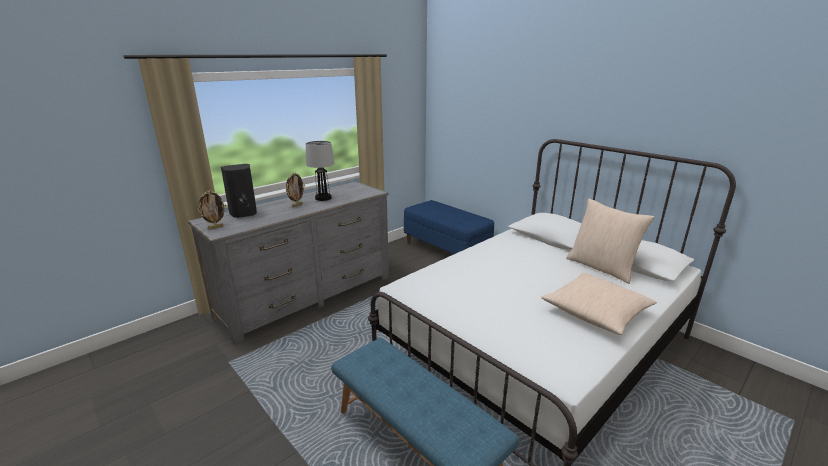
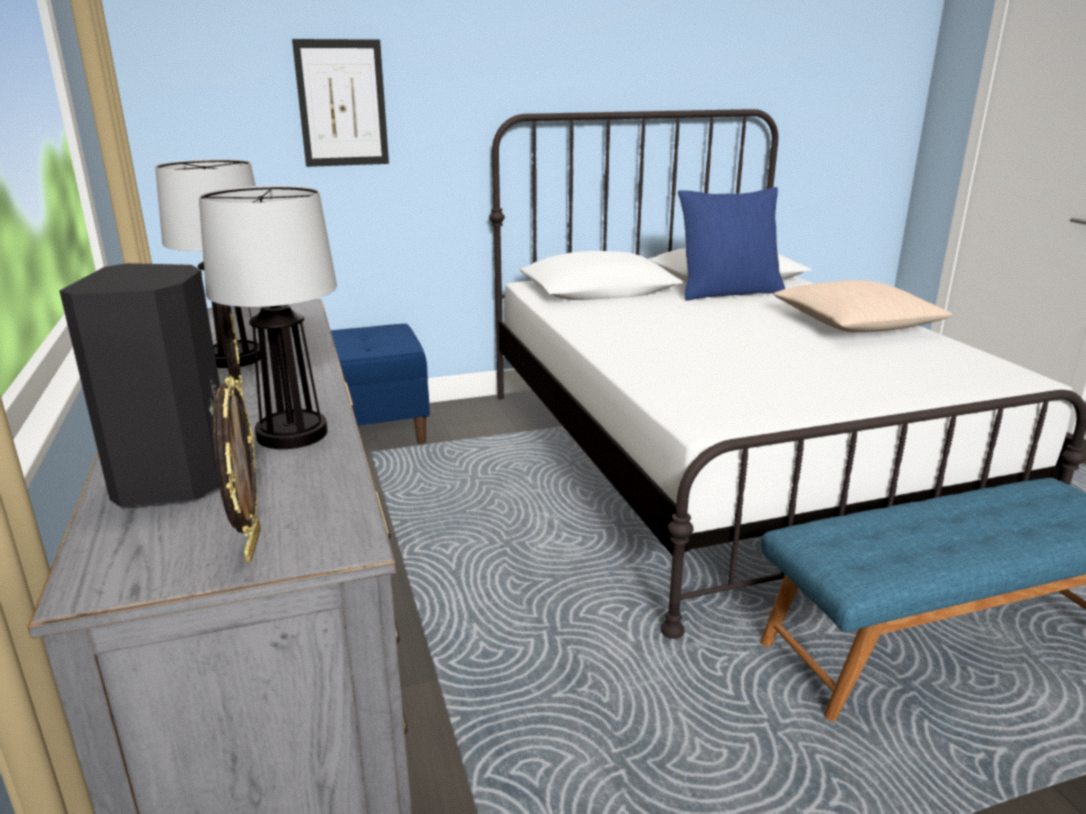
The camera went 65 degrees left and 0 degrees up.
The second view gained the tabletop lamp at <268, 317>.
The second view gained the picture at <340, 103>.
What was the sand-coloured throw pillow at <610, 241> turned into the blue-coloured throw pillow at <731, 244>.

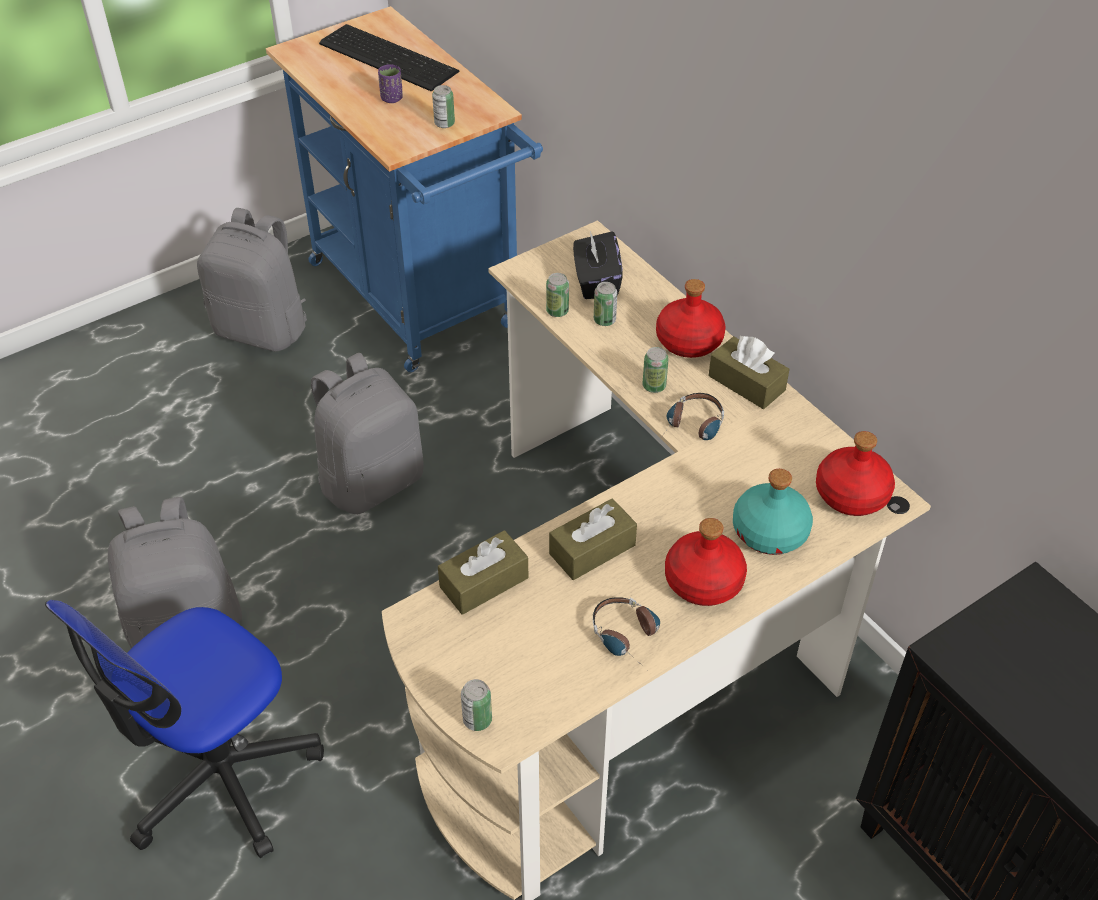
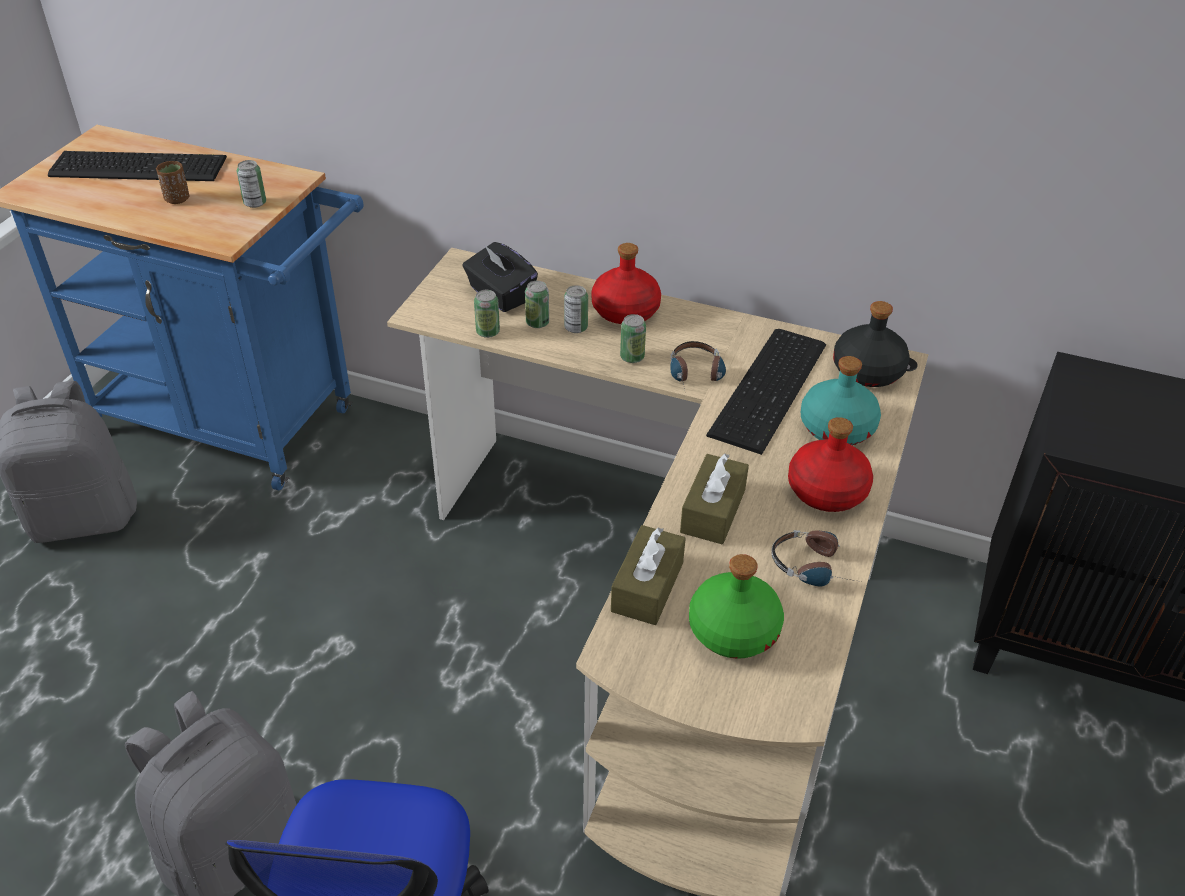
The camera went 35 degrees left and 5 degrees down.
The second view lost the gray backpack at <367, 433>.
The second view lost the brown tissue holder at <749, 372>.
The second view gained the greenish bottle at <736, 606>.
The second view gained the PC keyboard at <766, 392>.
The can ended up elsewhere, having gone from <476, 705> to <576, 309>.
What was the purple drinking cup at <390, 83> turned into the brown drinking cup at <172, 182>.
What was the red bottle at <855, 473> turned into the black-coloured bottle at <871, 344>.

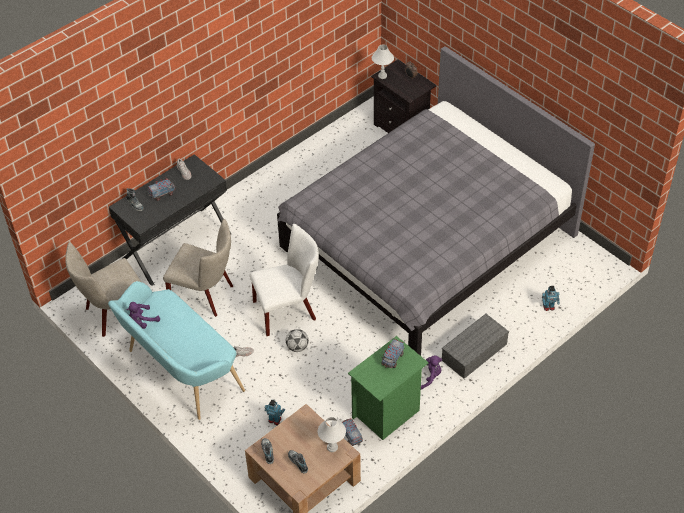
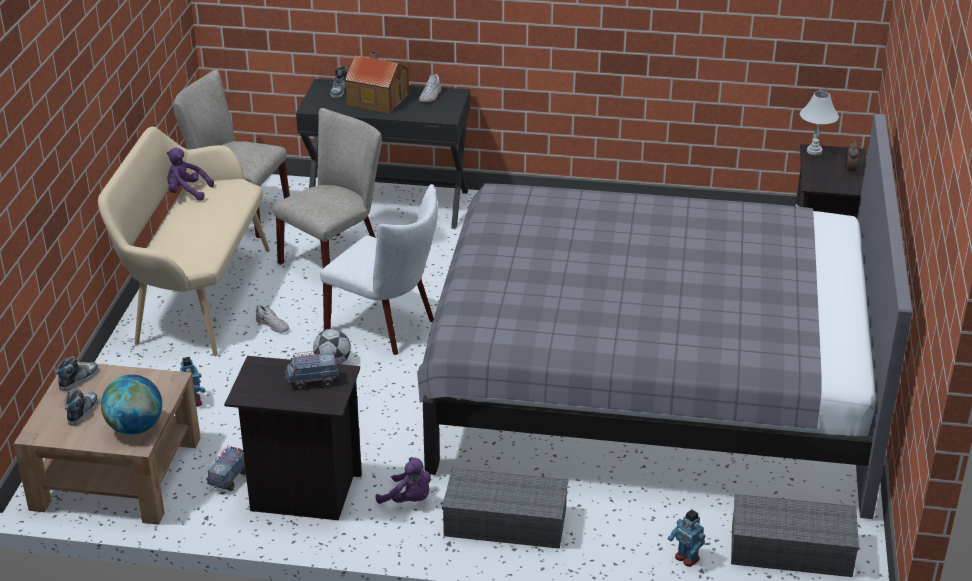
The camera went 50 degrees right and 15 degrees down.
The second view gained the gray storage container at <795, 535>.
Where the model truck stood at <162, 190>, the miniature house came to stand at <377, 82>.
Where the white-coloured tabletop lamp stood at <332, 434>, the world globe came to stand at <131, 405>.
What was the turquoise-coloured indoor bench at <176, 350> turned into the sand-coloured indoor bench at <184, 241>.
What was the greenish night table at <388, 388> turned into the black-coloured night table at <293, 438>.
The sand-coloured plain chair at <198, 268> ended up facing another way, 120 degrees counterclockwise from before.

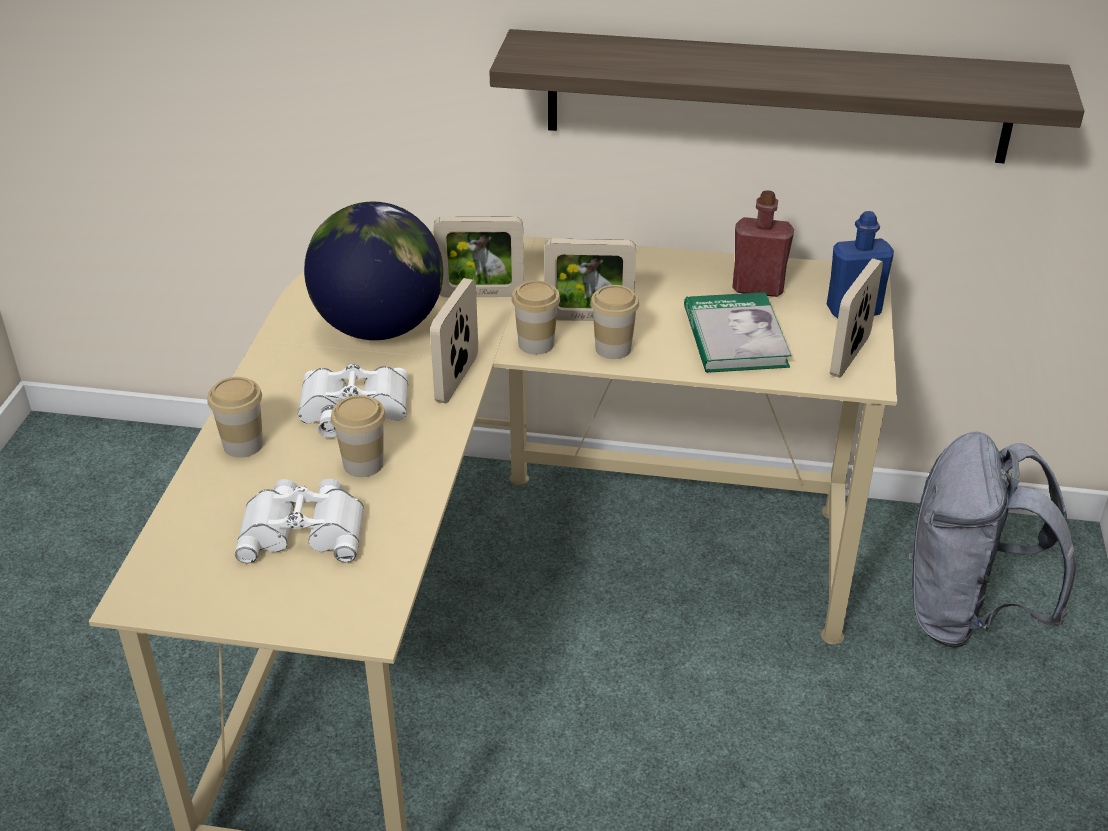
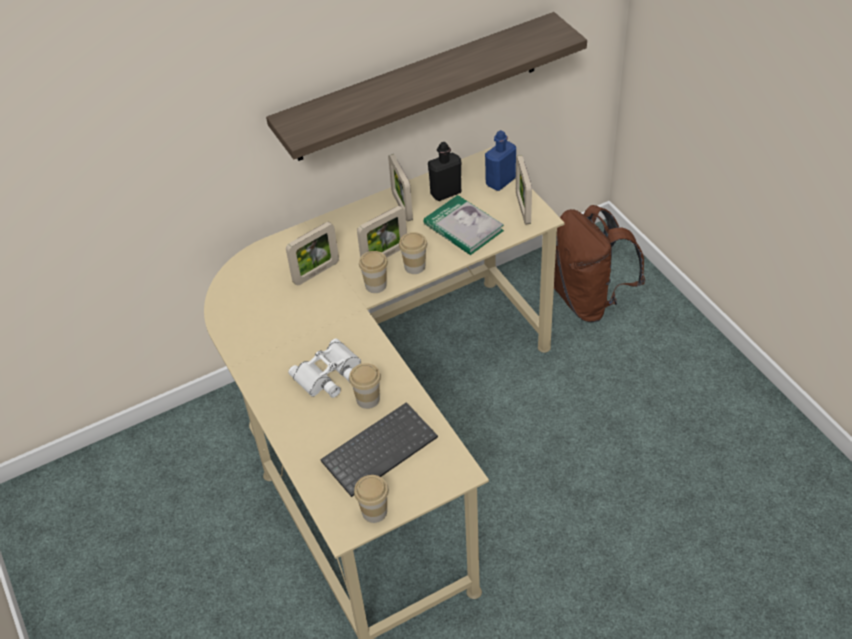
The camera went 35 degrees left and 10 degrees up.
The second view lost the world globe at <373, 271>.
The drinking cup ended up elsewhere, having gone from <235, 417> to <371, 499>.
The standing frame ended up elsewhere, having gone from <454, 340> to <400, 188>.
Where the white-coloured pair of binoculars stood at <299, 521>, the PC keyboard came to stand at <379, 449>.
What was the red bottle at <763, 243> turned into the black-coloured bottle at <444, 171>.
What was the gray backpack at <992, 540> turned into the brown backpack at <599, 263>.

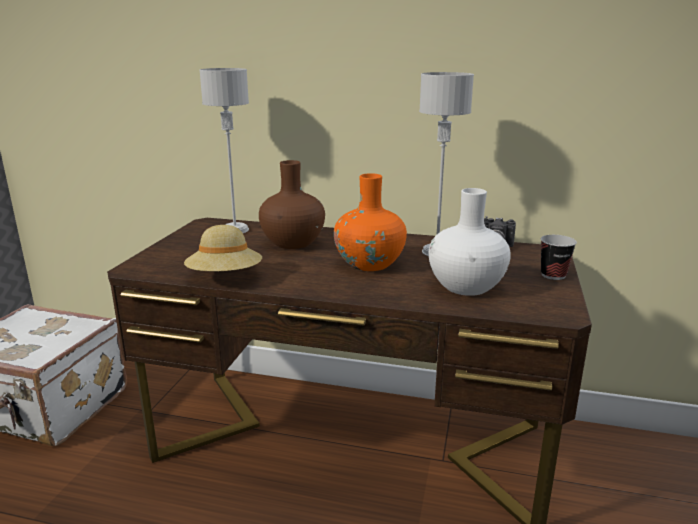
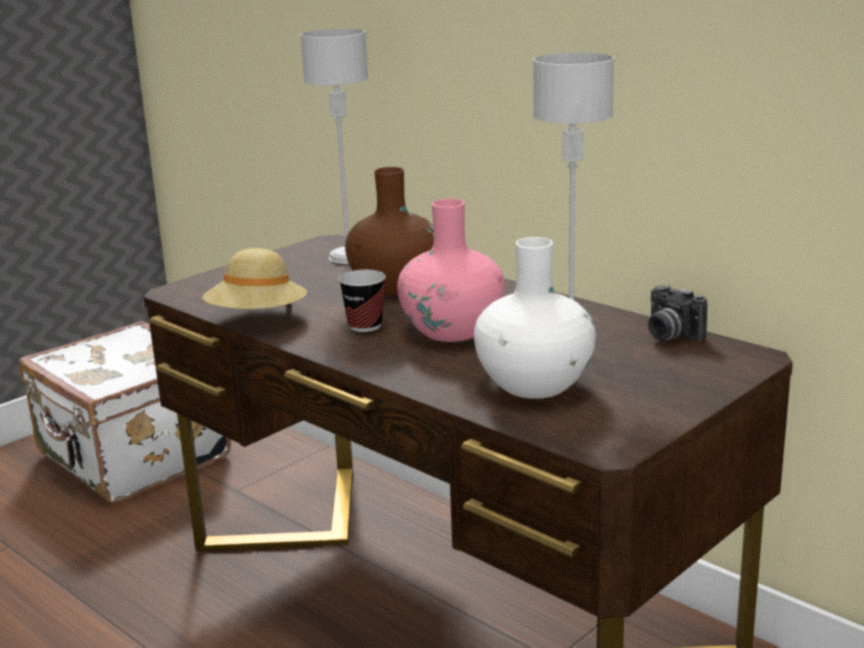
The camera went 30 degrees right and 0 degrees up.
The drinking cup ended up elsewhere, having gone from <559, 257> to <362, 301>.
What was the orange-coloured decorative vase at <370, 222> turned into the pinkish decorative vase at <451, 270>.

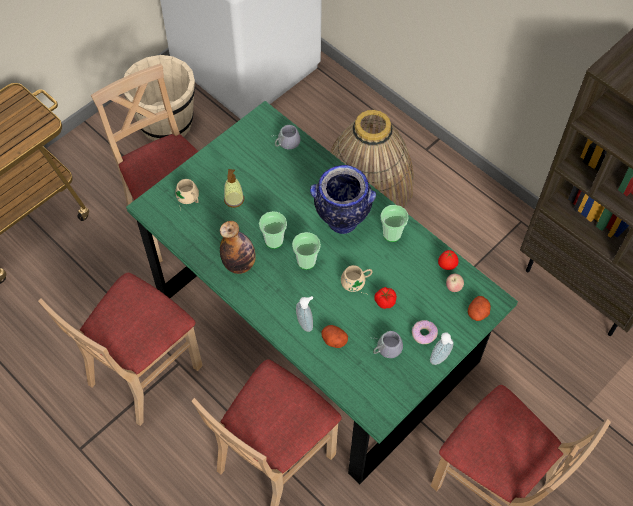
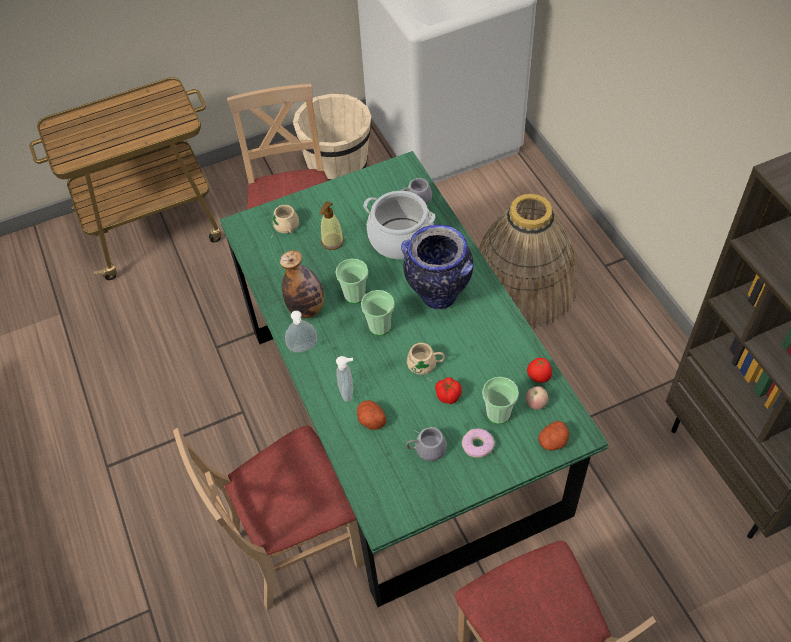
The camera went 25 degrees right and 5 degrees down.
The second view lost the sand-coloured plain chair at <120, 349>.
The second view gained the cooking pot at <399, 225>.
The drinking cup ended up elsewhere, having gone from <394, 223> to <500, 400>.
The soap bottle ended up elsewhere, having gone from <442, 348> to <301, 331>.

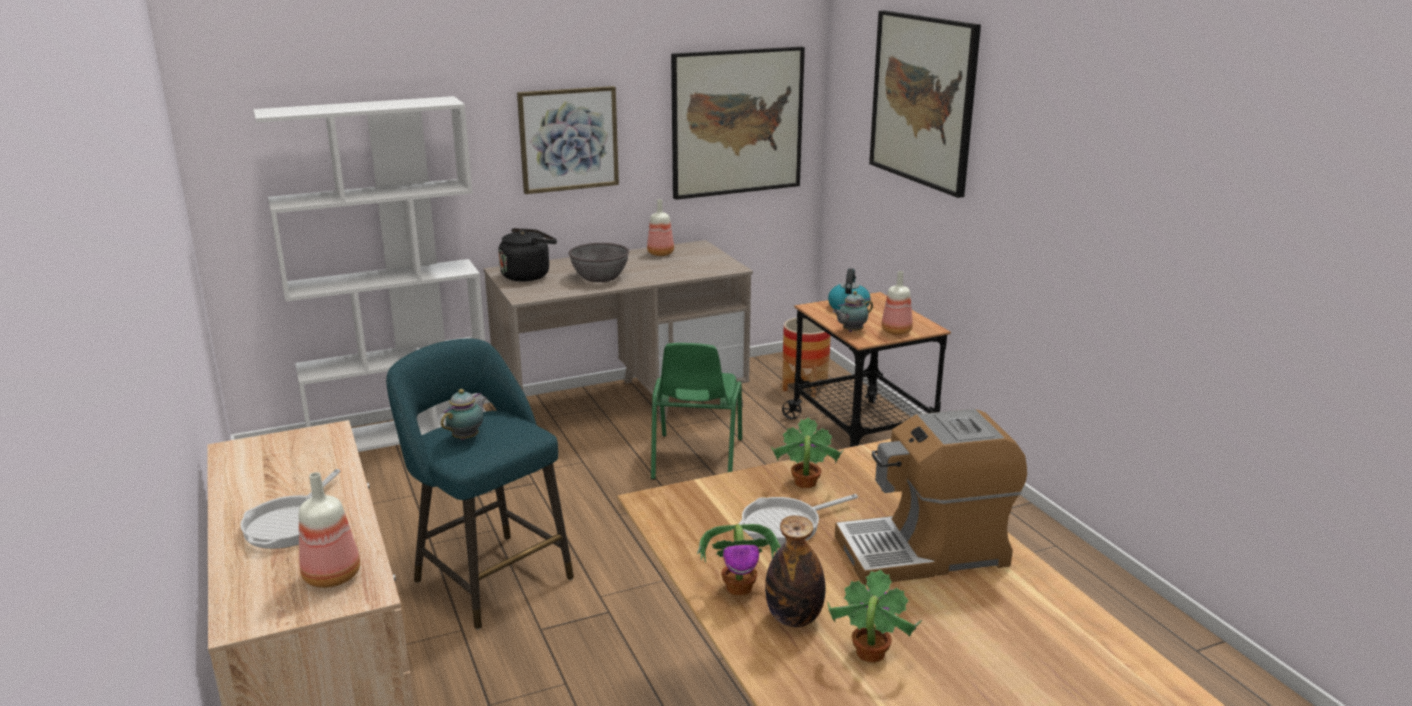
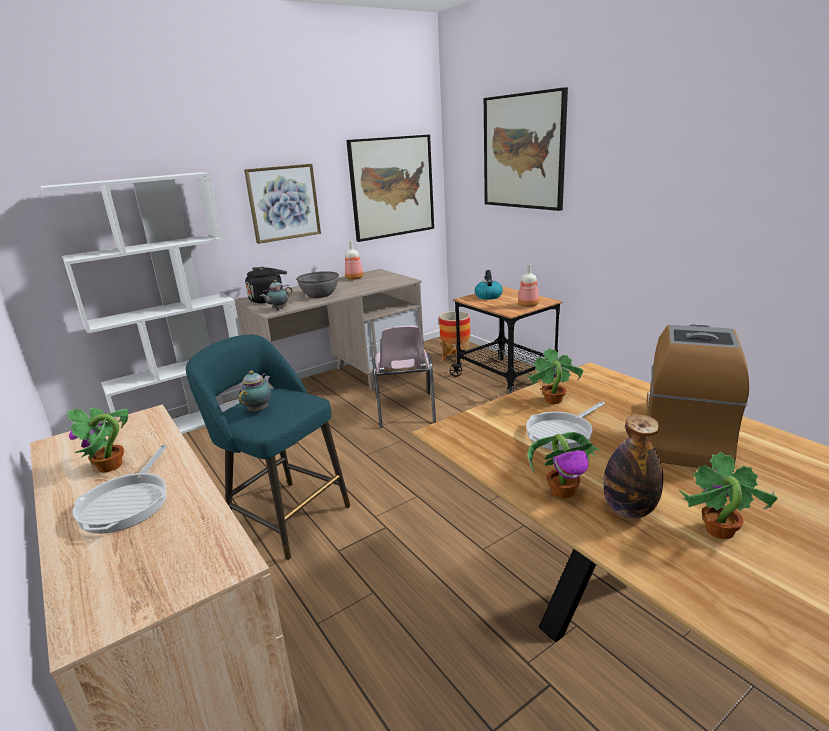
The camera went 10 degrees left and 0 degrees up.
The second view lost the bottle at <329, 530>.
The second view gained the houseplant at <97, 439>.
The tea pot ended up elsewhere, having gone from <853, 311> to <276, 295>.
What was the greenish plain chair at <696, 411> turned into the pinkish plain chair at <404, 377>.
The coffee machine at <931, 497> ended up facing another way, 135 degrees clockwise from before.

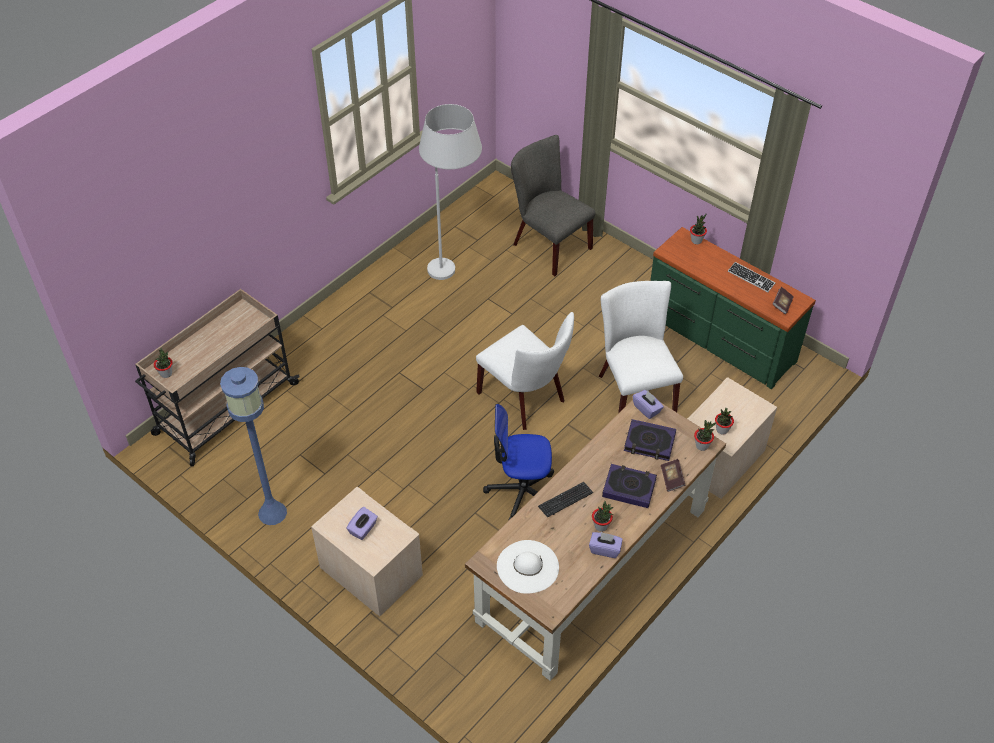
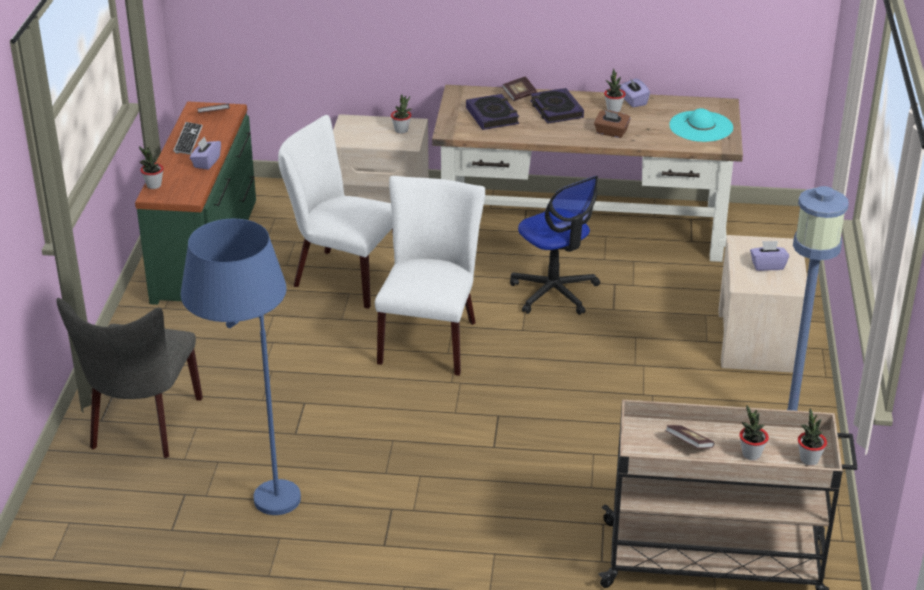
The camera went 125 degrees left and 15 degrees down.
The second view gained the volume at <690, 437>.
The purple tissue holder ended up elsewhere, having gone from <648, 404> to <205, 153>.
The houseplant ended up elsewhere, having gone from <705, 435> to <754, 432>.
Where the PC keyboard stood at <565, 499>, the brown tissue holder came to stand at <612, 124>.
What was the white-coloured standing lamp at <450, 192> turned into the blue-coloured standing lamp at <241, 367>.
What was the white-coloured clothing hat at <528, 567> turned into the turquoise-coloured clothing hat at <701, 125>.
The white-coloured plain chair at <641, 347> ended up facing another way, 75 degrees clockwise from before.

